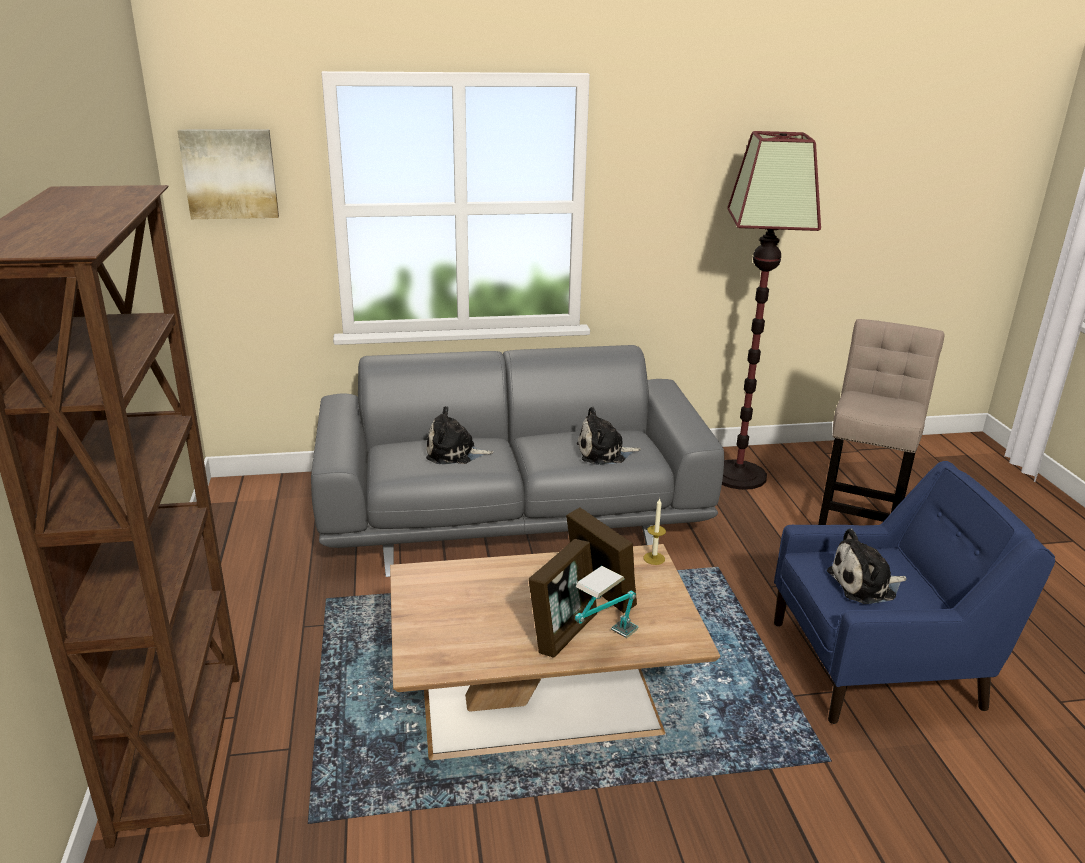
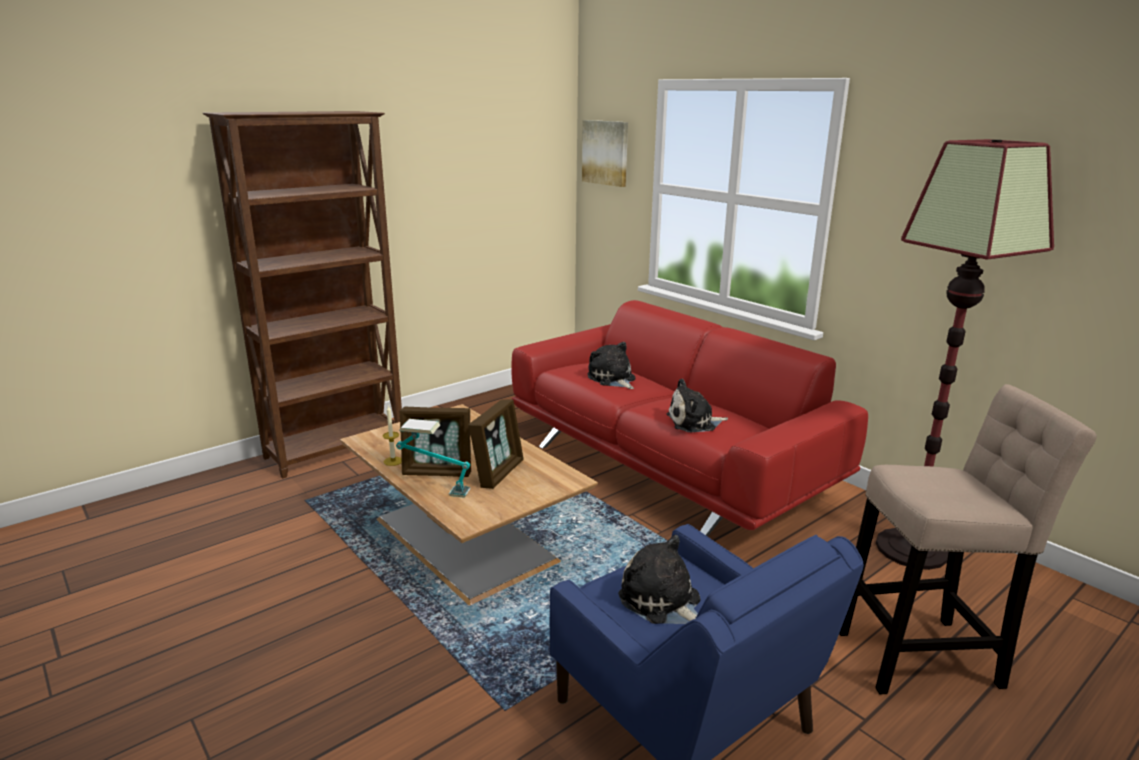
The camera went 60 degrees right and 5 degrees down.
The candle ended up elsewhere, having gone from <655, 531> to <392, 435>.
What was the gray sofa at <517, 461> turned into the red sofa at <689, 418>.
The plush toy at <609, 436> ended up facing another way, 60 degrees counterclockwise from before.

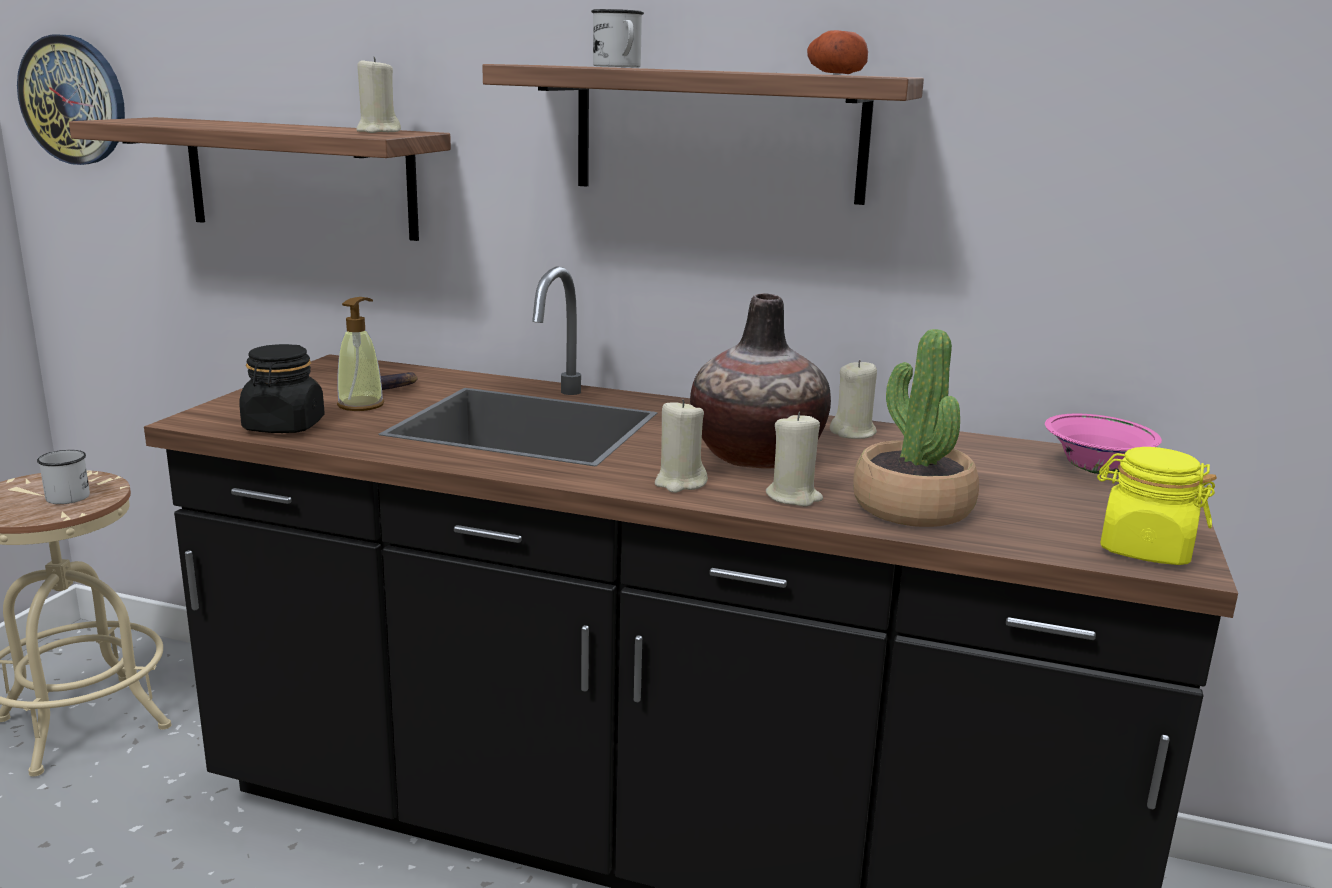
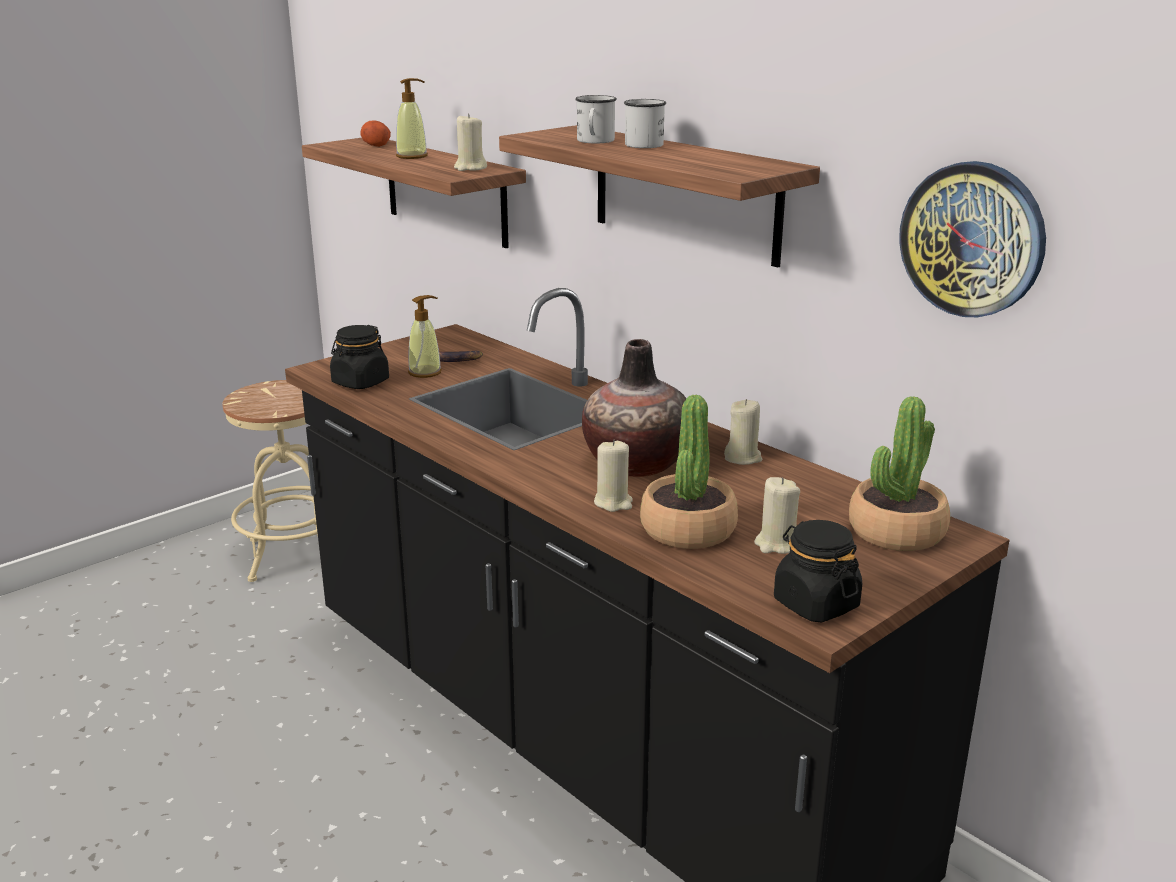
The camera went 30 degrees right and 5 degrees up.
The second view gained the soap bottle at <412, 118>.
The wall clock ended up elsewhere, having gone from <71, 99> to <972, 239>.
The white-coloured mug ended up elsewhere, having gone from <63, 477> to <645, 123>.
The sand-coloured candle ended up elsewhere, having gone from <681, 446> to <777, 515>.
The spud ended up elsewhere, having gone from <837, 52> to <375, 133>.
Where the pinkish bowl stood at <1103, 444>, the houseplant came to stand at <899, 473>.
What was the yellowish preserve jar at <1157, 506> turned into the black-coloured preserve jar at <818, 571>.

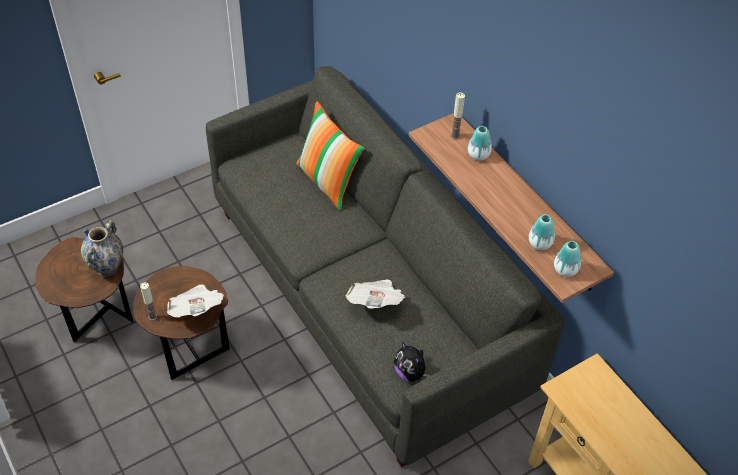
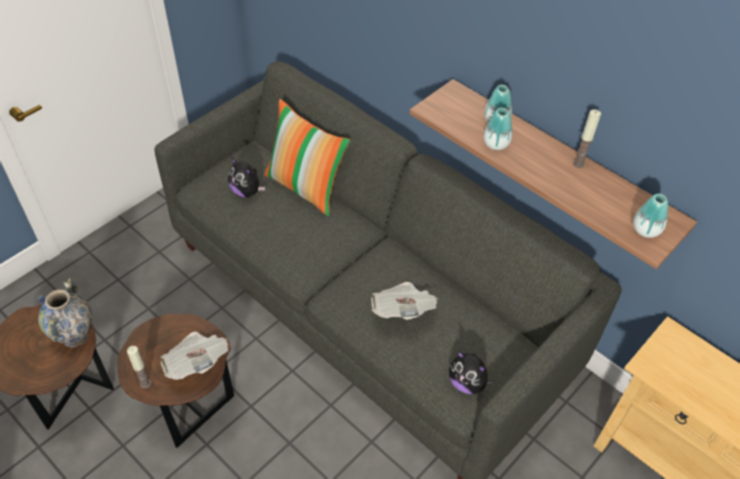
The camera went 15 degrees left and 0 degrees up.
The second view gained the plush toy at <246, 177>.
The candle ended up elsewhere, having gone from <458, 116> to <587, 138>.
The decorative vase ended up elsewhere, having gone from <542, 232> to <498, 129>.

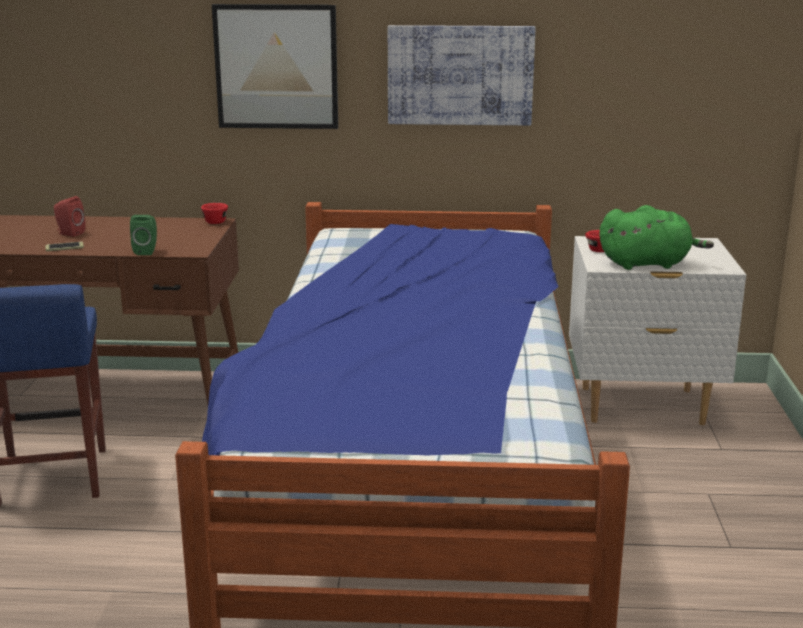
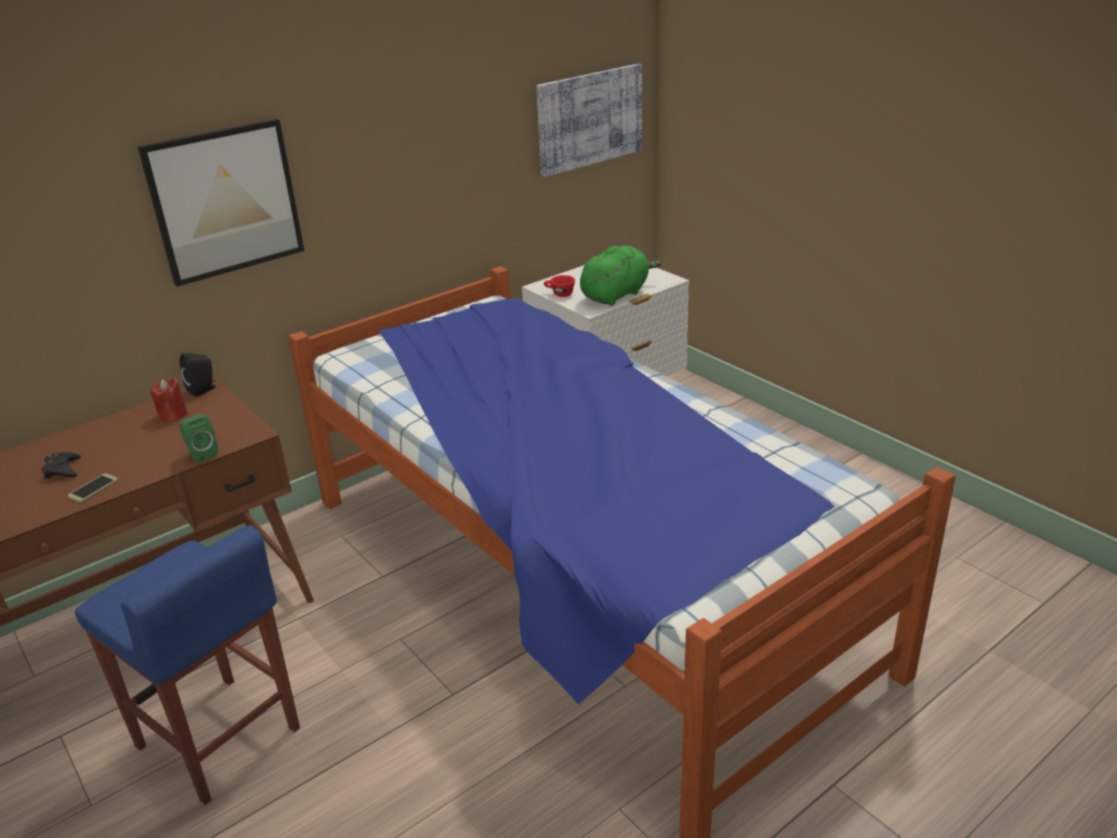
The camera went 40 degrees left and 10 degrees up.
The second view gained the red candle at <169, 400>.
The picture ended up elsewhere, having gone from <461, 75> to <589, 120>.
Where the red audio speaker stood at <70, 216>, the black-coloured joypad came to stand at <61, 465>.
Where the red drinking cup stood at <214, 213>, the black-coloured audio speaker came to stand at <197, 375>.

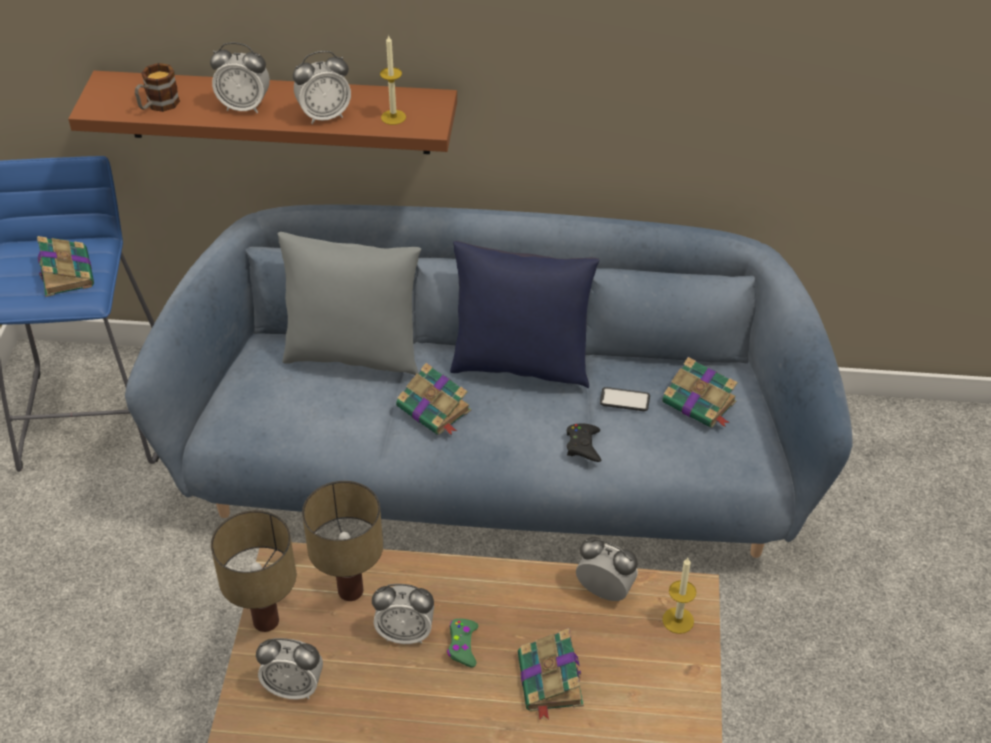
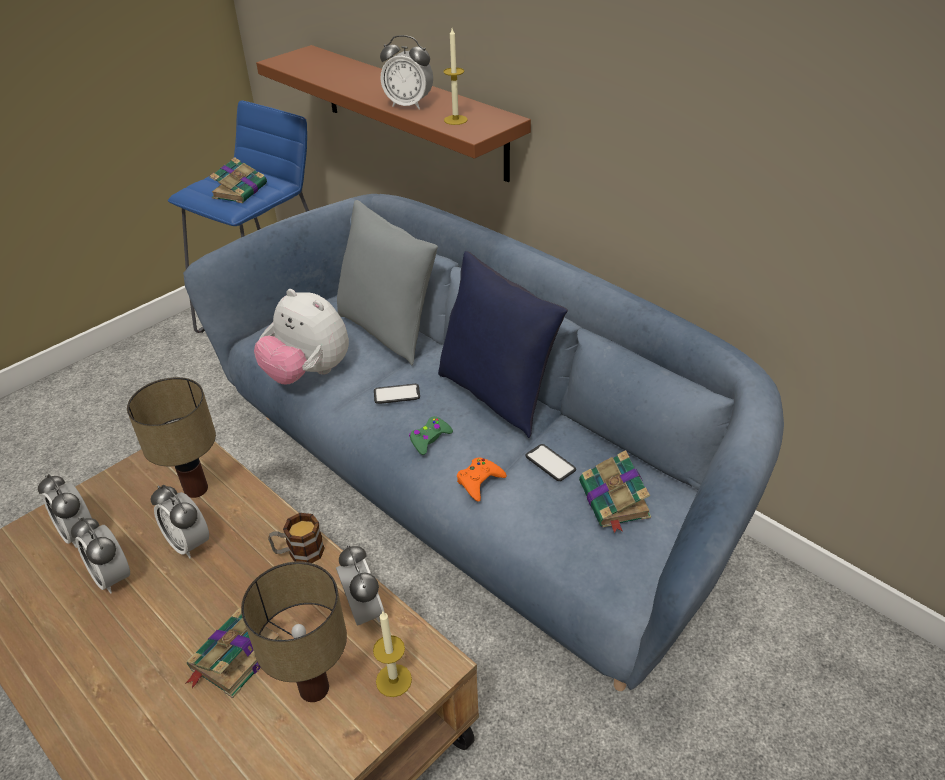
The camera went 40 degrees right and 5 degrees down.
The second view gained the plush toy at <301, 336>.
The mug ended up elsewhere, having gone from <157, 87> to <296, 538>.
The alarm clock ended up elsewhere, having gone from <240, 77> to <100, 555>.
The tabletop lamp ended up elsewhere, having gone from <253, 571> to <294, 631>.
The greenish joypad ended up elsewhere, having gone from <462, 643> to <431, 435>.
Where the volume stood at <433, 399>, the handset came to stand at <397, 394>.
What was the black-coloured joypad at <584, 442> turned into the orange-coloured joypad at <482, 479>.

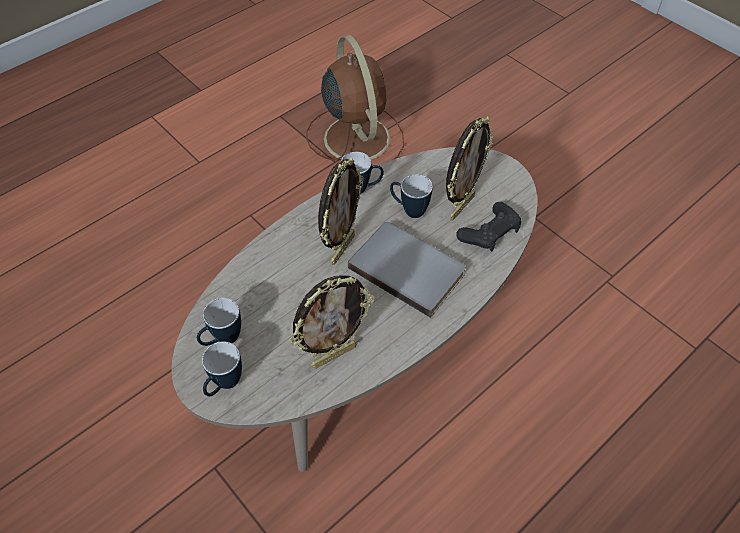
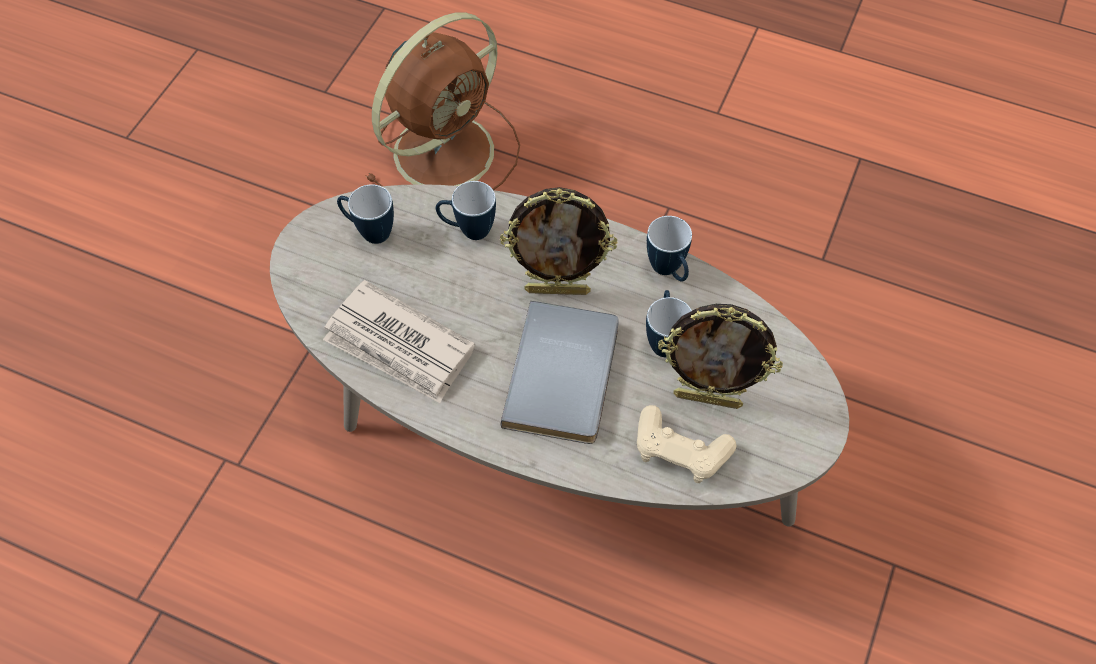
The camera went 65 degrees right and 5 degrees up.
The mug ended up elsewhere, having gone from <222, 369> to <466, 210>.
The brown electric fan ended up elsewhere, having gone from <355, 97> to <443, 101>.
Where the standing frame stood at <332, 322>, the printed paper came to stand at <399, 341>.
What was the black-coloured joypad at <488, 226> turned into the sand-coloured joypad at <686, 444>.

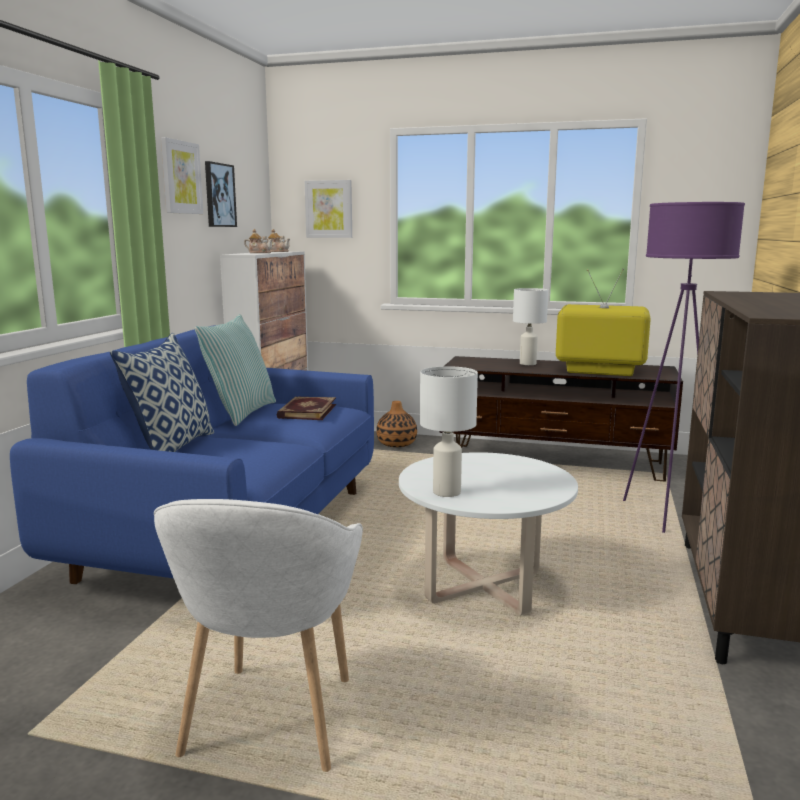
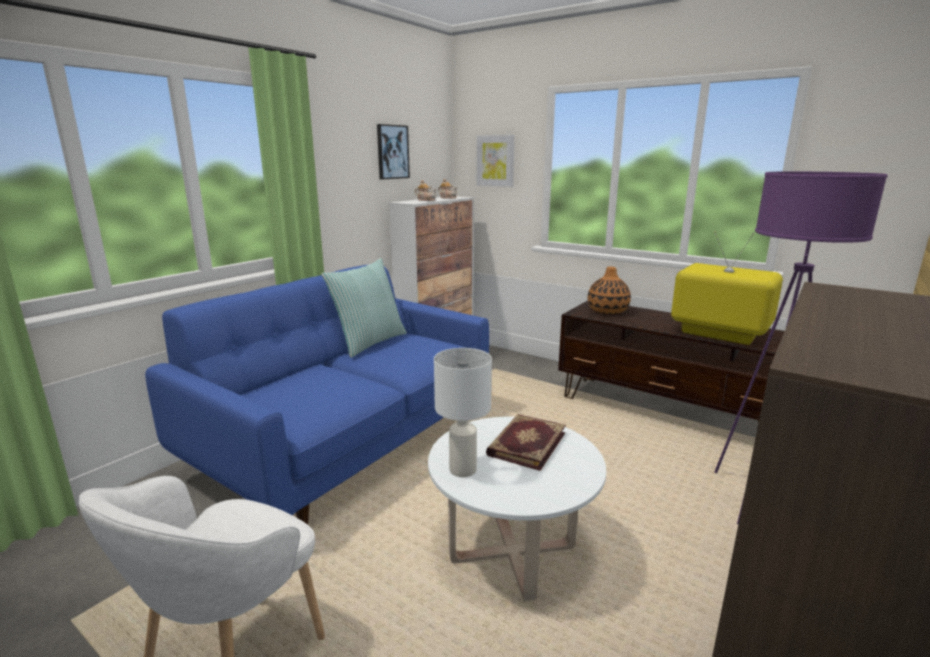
The camera went 20 degrees right and 5 degrees up.
The second view lost the throw pillow at <162, 392>.
The second view lost the picture at <182, 175>.
The second view lost the white-coloured tabletop lamp at <530, 326>.
The volume ended up elsewhere, having gone from <306, 408> to <526, 442>.
The decorative vase ended up elsewhere, having gone from <396, 424> to <609, 290>.

